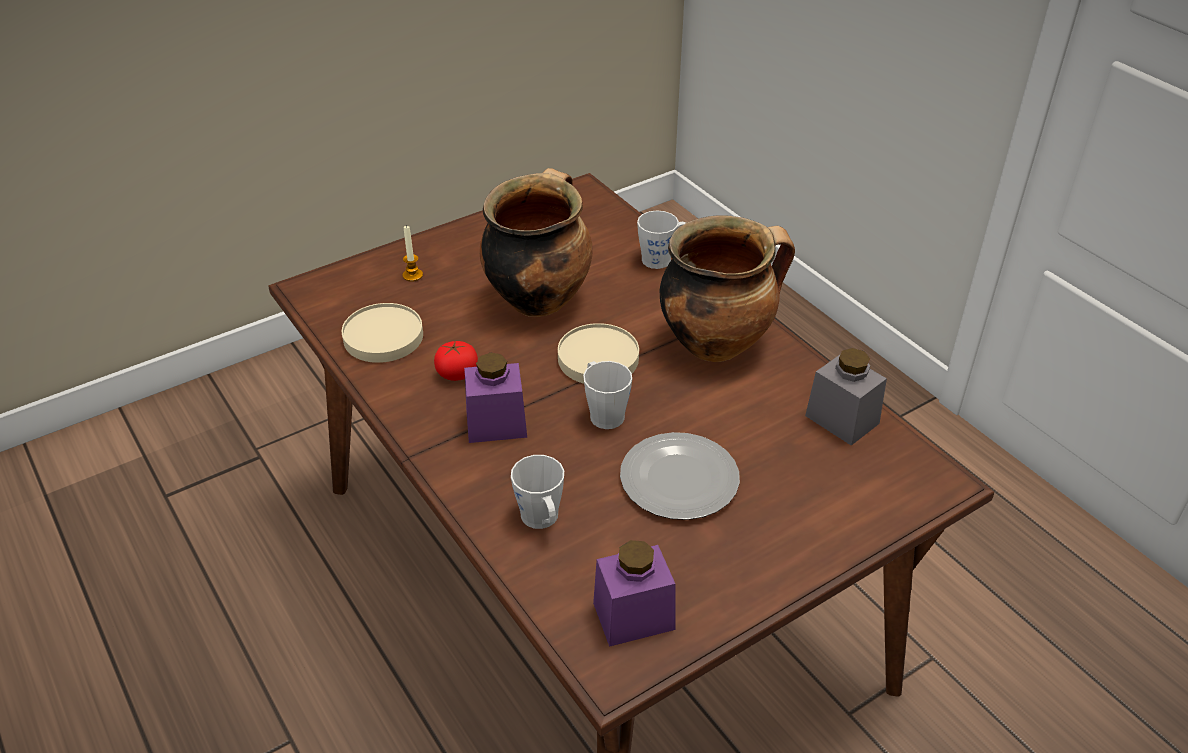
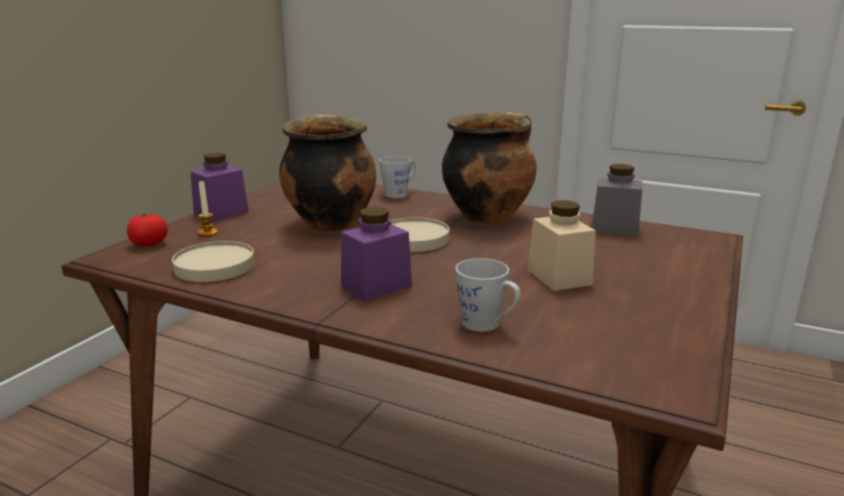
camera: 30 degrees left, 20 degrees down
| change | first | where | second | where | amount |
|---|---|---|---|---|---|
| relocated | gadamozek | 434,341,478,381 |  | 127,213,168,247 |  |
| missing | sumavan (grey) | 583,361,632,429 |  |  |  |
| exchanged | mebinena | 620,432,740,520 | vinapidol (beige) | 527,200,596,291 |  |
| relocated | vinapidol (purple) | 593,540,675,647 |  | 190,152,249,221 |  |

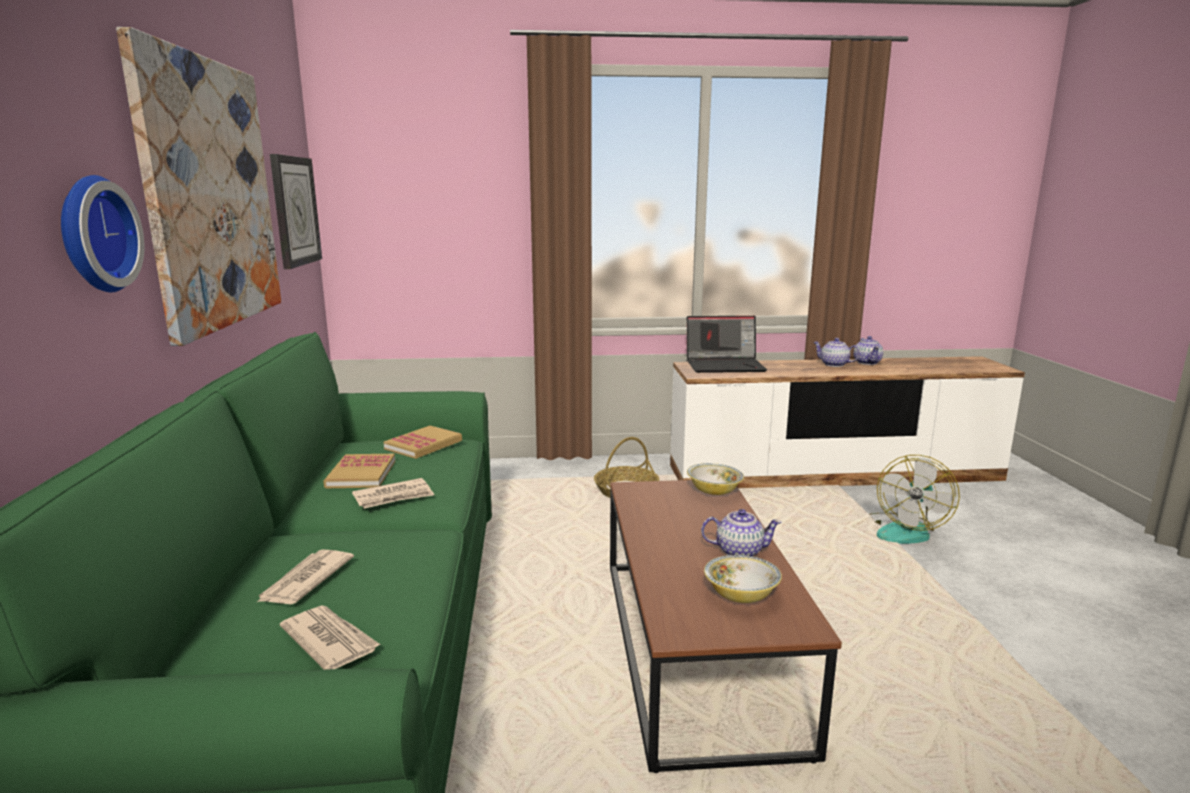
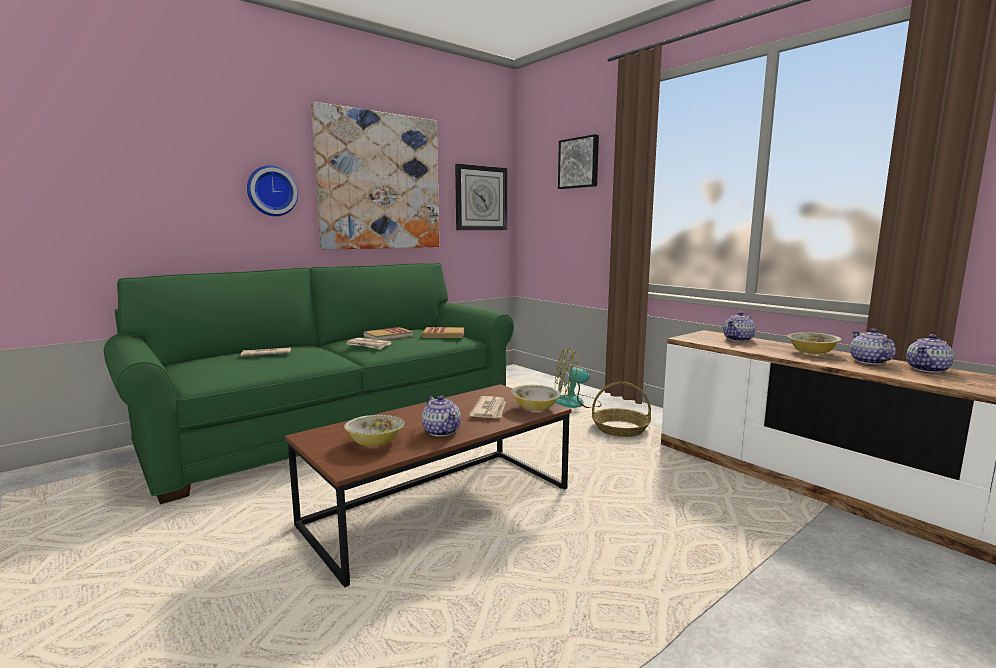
camera: 55 degrees right, 5 degrees down
| change | first | where | second | where | amount |
|---|---|---|---|---|---|
| exchanged | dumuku | 687,316,767,373 | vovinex | 724,312,755,342 |  |
| relocated | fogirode | 869,455,960,544 |  | 555,348,602,408 |  |
| relocated | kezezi | 280,605,381,670 |  | 469,396,506,418 |  |
| appeared |  |  | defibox | 558,134,599,189 |  |
| appeared |  |  | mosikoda | 787,332,842,354 |  |

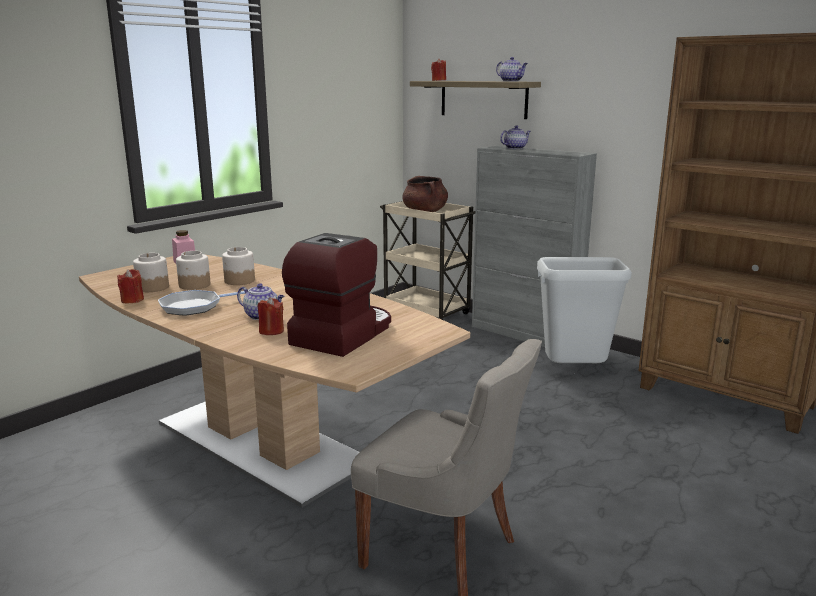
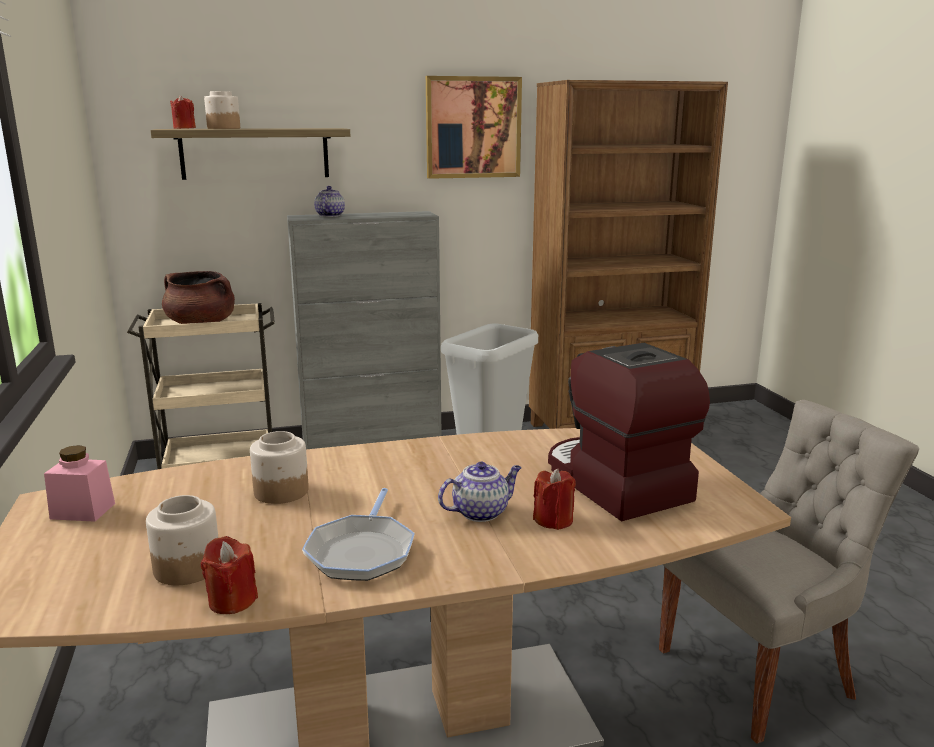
camera: 55 degrees left, 0 degrees up
| change | first | where | second | where | amount |
|---|---|---|---|---|---|
| missing | vovinex | 496,57,528,82 |  |  |  |
| relocated | vinapidol | 176,251,210,290 |  | 204,91,240,129 |  |
| appeared |  |  | defibox | 426,76,522,179 |  |

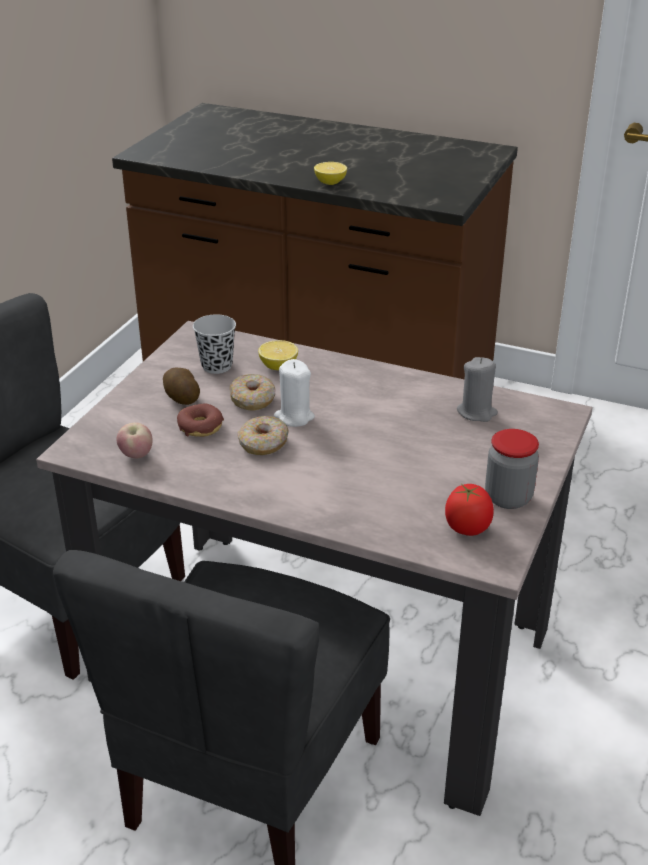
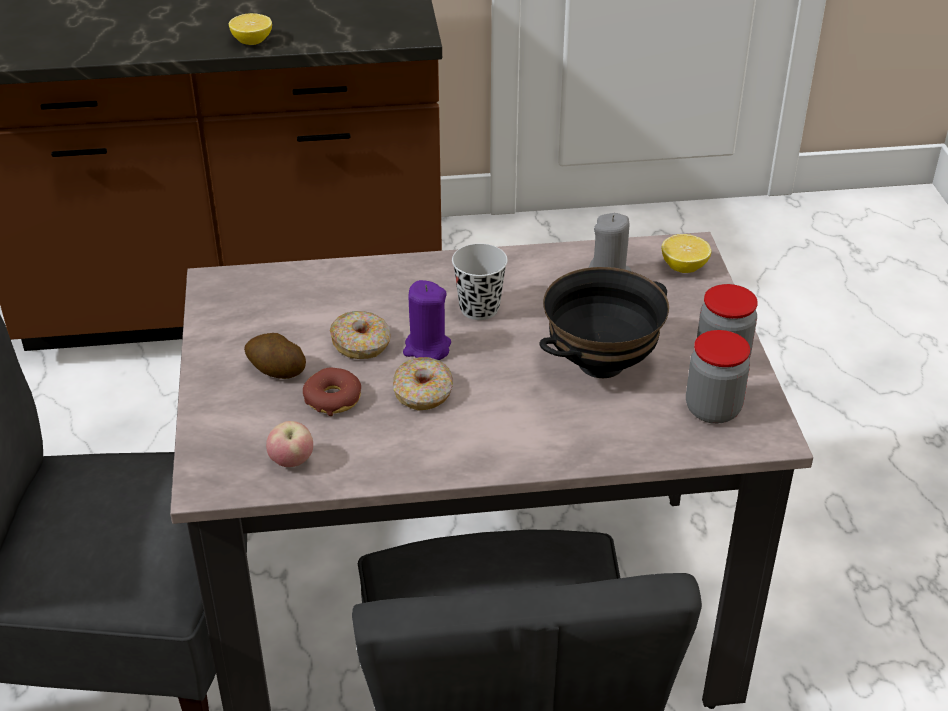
camera: 30 degrees left, 5 degrees up
| change | first | where | second | where | amount |
|---|---|---|---|---|---|
| relocated | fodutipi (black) | 193,314,236,374 |  | 452,244,508,320 |  |
| relocated | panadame | 258,340,298,370 |  | 662,234,711,273 |  |
| colour | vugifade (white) | 274,359,315,427 | vugifade (purple) | 403,280,451,360 |  |
| exchanged | gadamozek | 445,484,494,536 | vinapidol | 686,330,750,424 |  |
| appeared |  |  | mosikoda (black) | 540,267,669,378 |  |

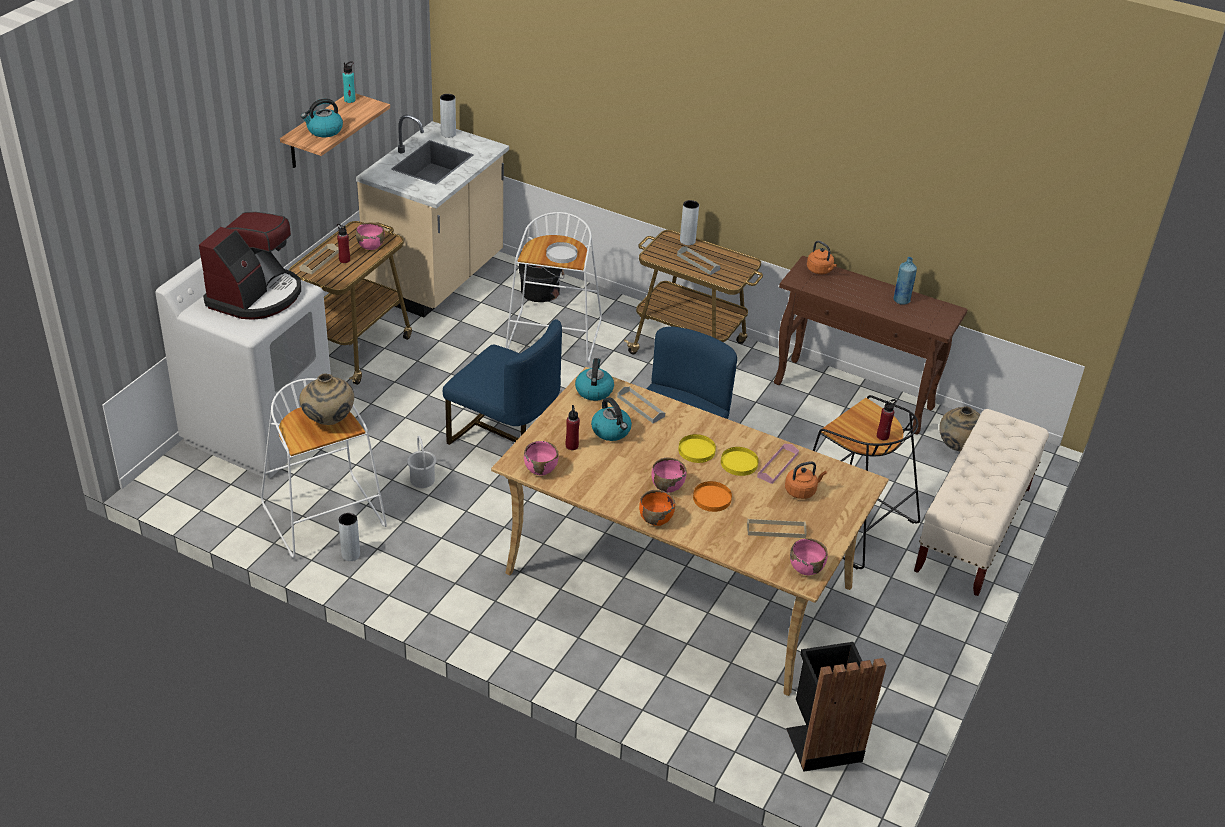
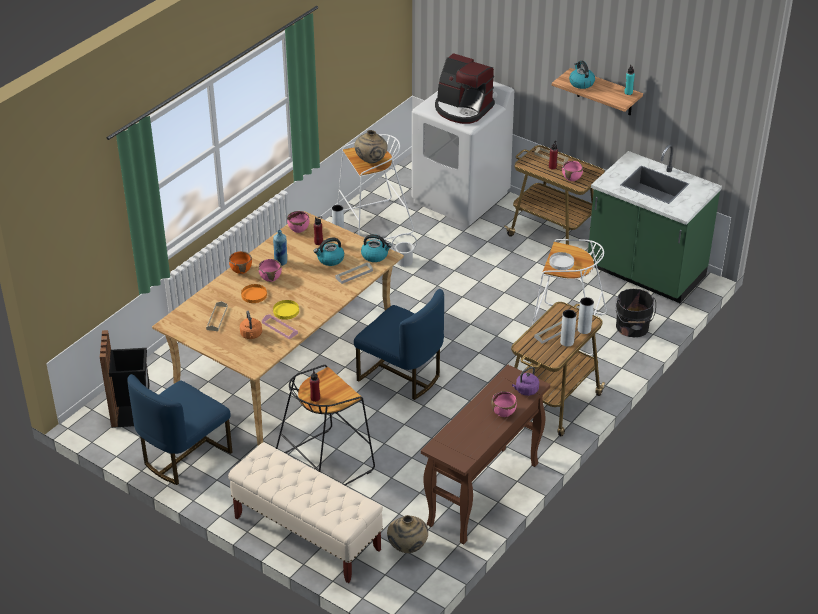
camera: 100 degrees right, 0 degrees up
| change | first | where | second | where | amount |
|---|---|---|---|---|---|
| relocated | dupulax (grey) | 440,94,456,138 |  | 560,310,577,347 |  |
| colour | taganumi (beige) | 356,115,509,317 | taganumi (green) | 588,144,722,303 |  |
| colour | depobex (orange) | 807,241,837,274 | depobex (purple) | 512,367,539,396 |  |
| relocated | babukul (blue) | 894,257,917,305 |  | 273,230,287,266 |  |
| relocated | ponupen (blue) | 443,319,562,445 |  | 128,374,232,485 |  |
| missing | mebinena (yellow) | 678,434,716,463 |  |  |  |
| relocated | mosikoda (pink) | 790,538,828,576 |  | 491,391,517,417 |  |

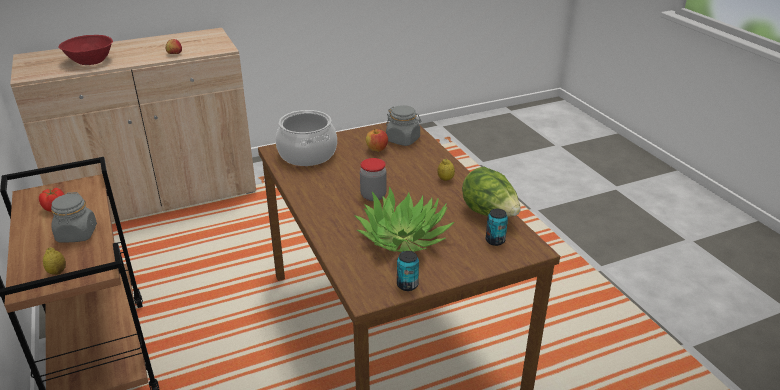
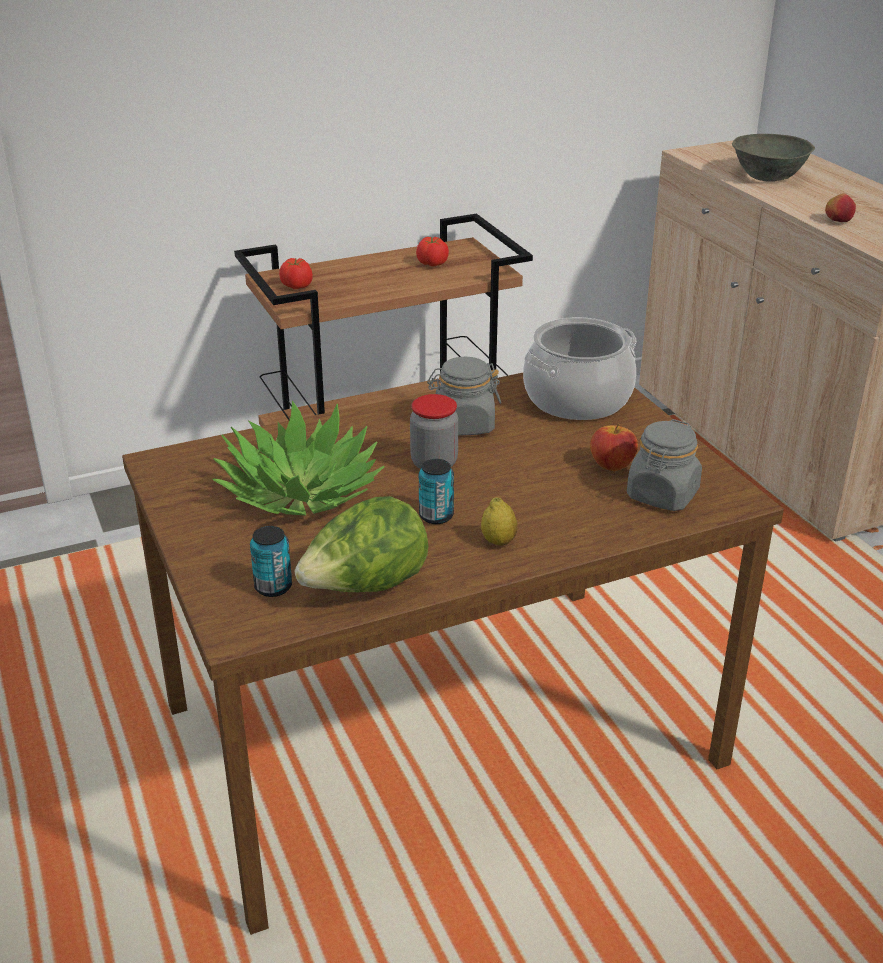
camera: 90 degrees right, 0 degrees up
| change | first | where | second | where | amount |
|---|---|---|---|---|---|
| colour | mosikoda (red) | 58,35,113,65 | mosikoda (grey) | 732,134,815,182 |  |
| relocated | vinapidol (grey) | 51,192,97,242 |  | 427,357,501,435 |  |
| exchanged | panadame | 43,247,66,275 | gadamozek | 279,258,313,289 |  |
| relocated | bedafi | 397,251,419,291 |  | 419,459,454,524 |  |

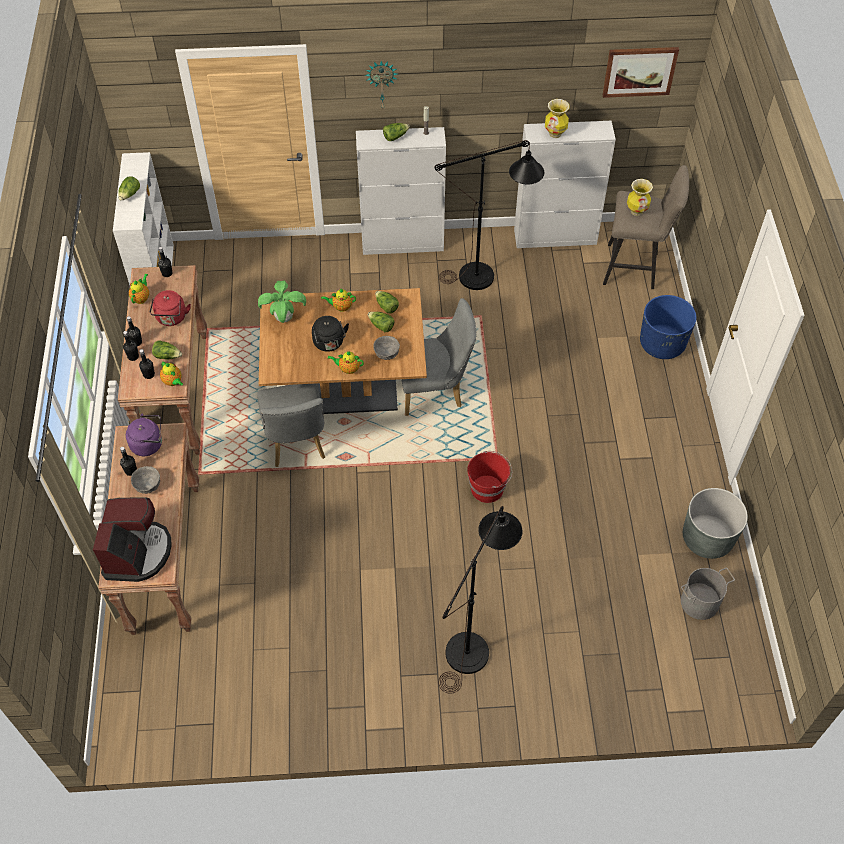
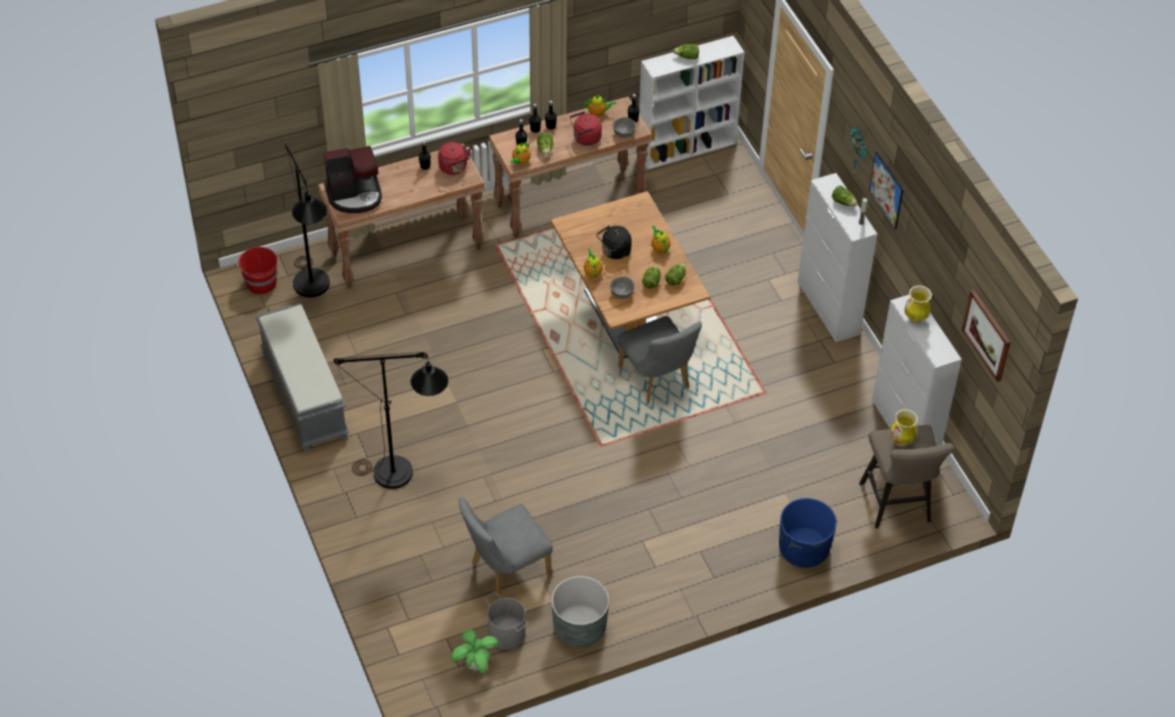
camera: 70 degrees right, 5 degrees down
| change | first | where | second | where | amount |
|---|---|---|---|---|---|
| relocated | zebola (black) | 434,140,544,290 |  | 285,143,330,297 |  |
| relocated | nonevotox | 258,281,306,323 |  | 451,629,499,674 |  |
| relocated | ponupen (grey) | 257,383,325,467 |  | 458,497,553,599 |  |
| colour | depobex (purple) | 126,414,162,456 | depobex (red) | 438,142,471,175 |  |
| relocated | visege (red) | 467,451,512,503 |  | 239,247,279,294 |  |
| relocated | mosikoda (grey) | 131,466,160,494 |  | 613,117,636,138 |  |
| appeared |  |  | defibox | 869,151,903,229 |  |
| appeared |  |  | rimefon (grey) | 255,303,349,451 |  |

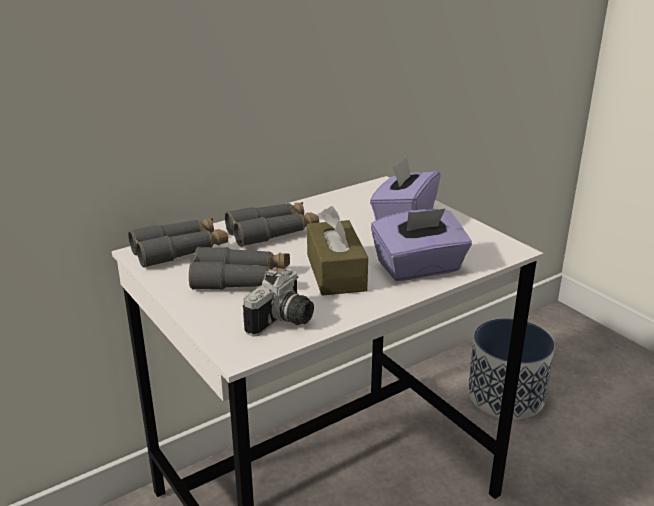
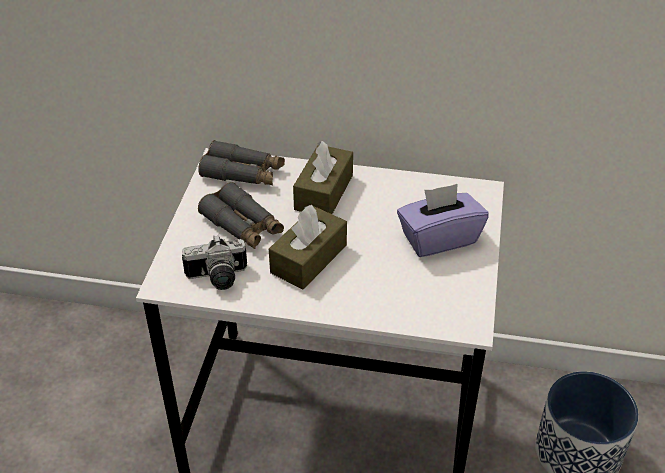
camera: 45 degrees right, 15 degrees up
| change | first | where | second | where | amount |
|---|---|---|---|---|---|
| exchanged | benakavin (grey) | 225,202,319,247 | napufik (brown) | 293,141,353,214 |  |
| missing | napufik (purple) | 371,208,472,281 |  |  |  |

